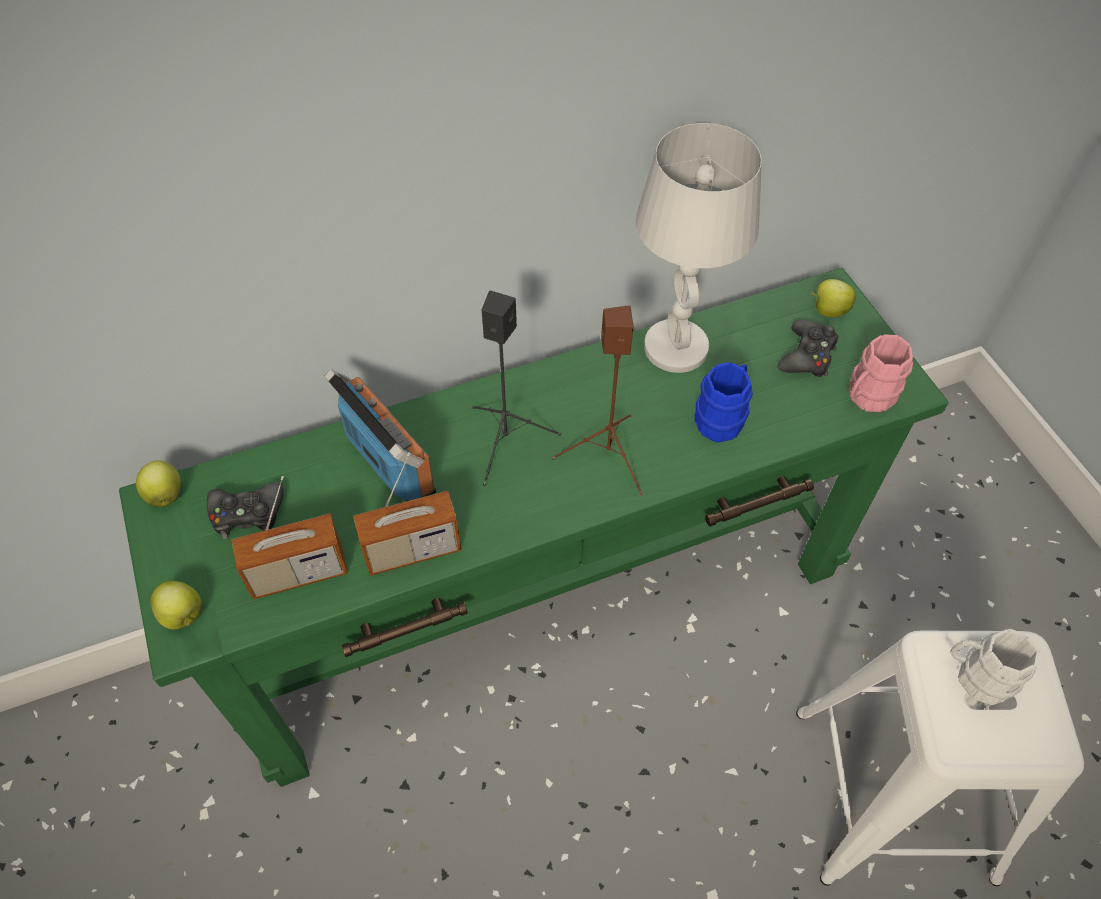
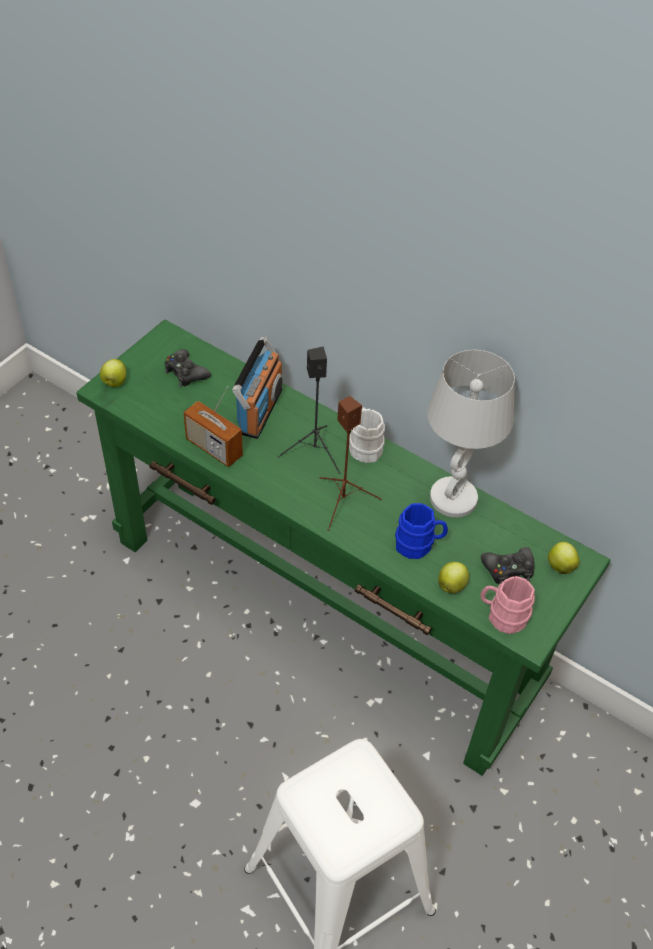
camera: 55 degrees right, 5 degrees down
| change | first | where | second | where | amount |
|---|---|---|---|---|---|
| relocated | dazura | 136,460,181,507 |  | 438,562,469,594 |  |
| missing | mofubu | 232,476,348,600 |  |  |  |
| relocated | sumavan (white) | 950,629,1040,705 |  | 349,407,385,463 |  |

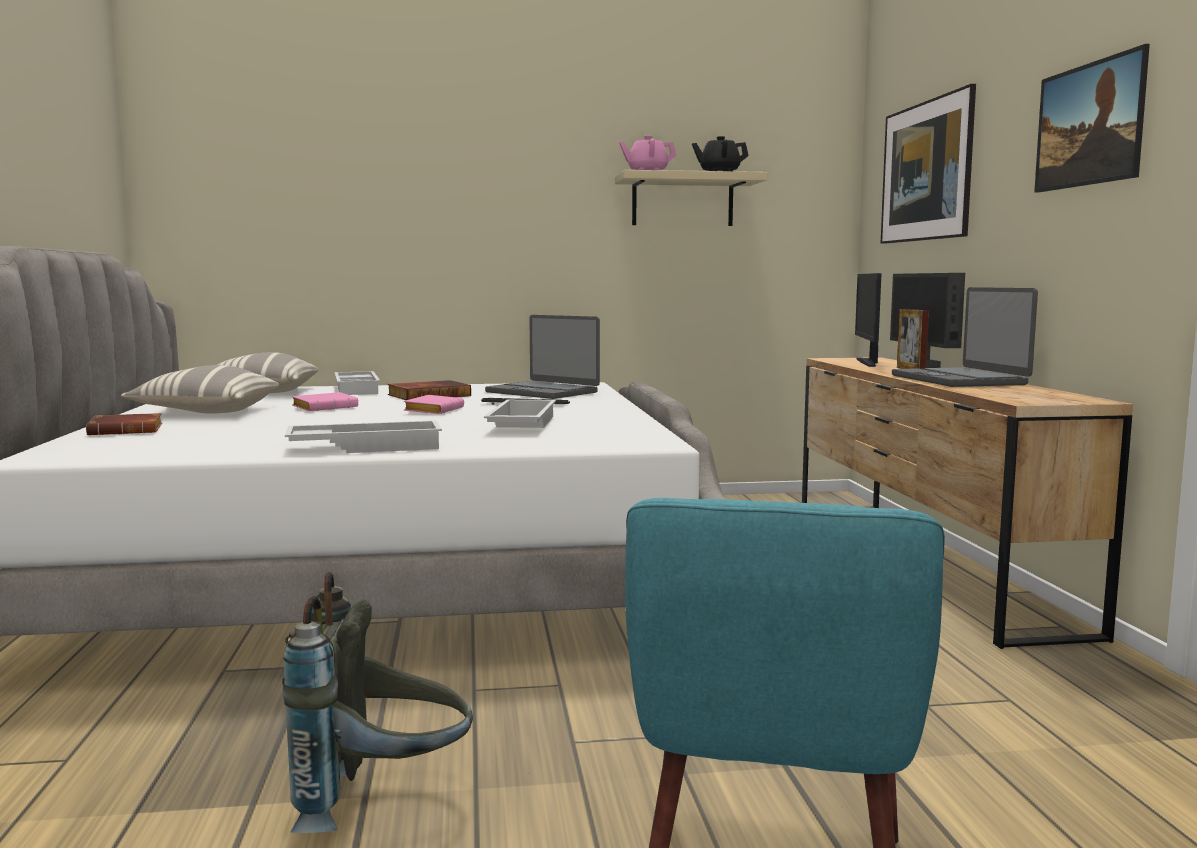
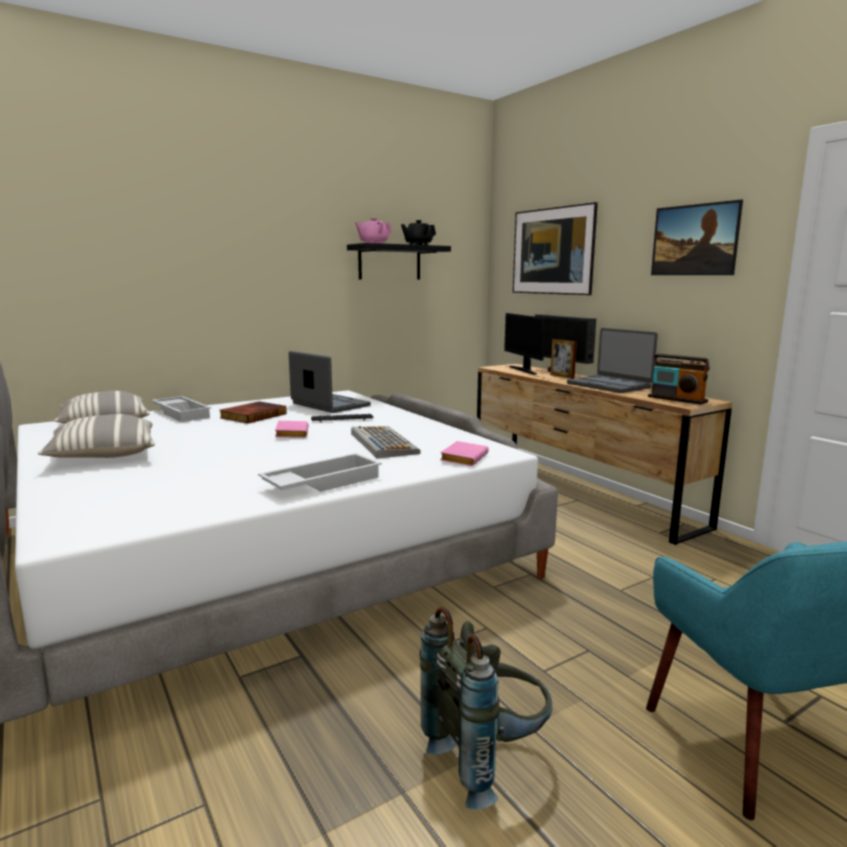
camera: 25 degrees left, 5 degrees up
| change | first | where | second | where | amount |
|---|---|---|---|---|---|
| colour | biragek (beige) | 615,170,768,226 | biragek (black) | 347,243,451,279 |  |
| spun | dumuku | 485,315,600,399 |  | 289,351,371,413 | 150 degrees counterclockwise |
| relocated | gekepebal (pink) | 292,392,358,411 |  | 440,441,489,466 |  |
| exchanged | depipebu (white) | 484,400,556,428 | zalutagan | 351,426,421,458 |  |
| missing | gekepebal (brown) | 86,413,162,435 |  |  |  |
| appeared |  |  | mofubu | 648,353,710,405 |  |

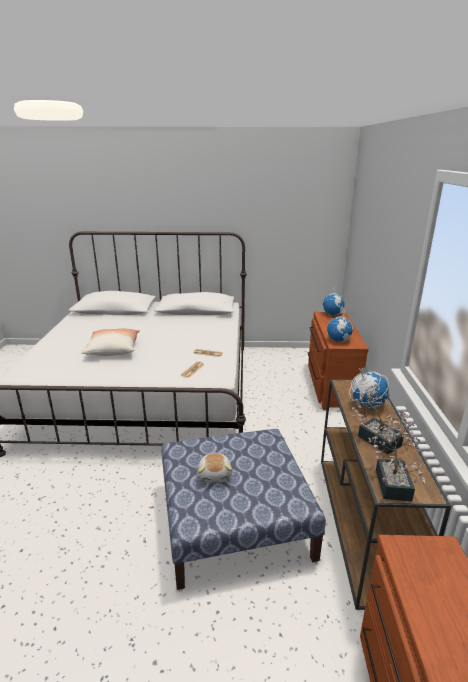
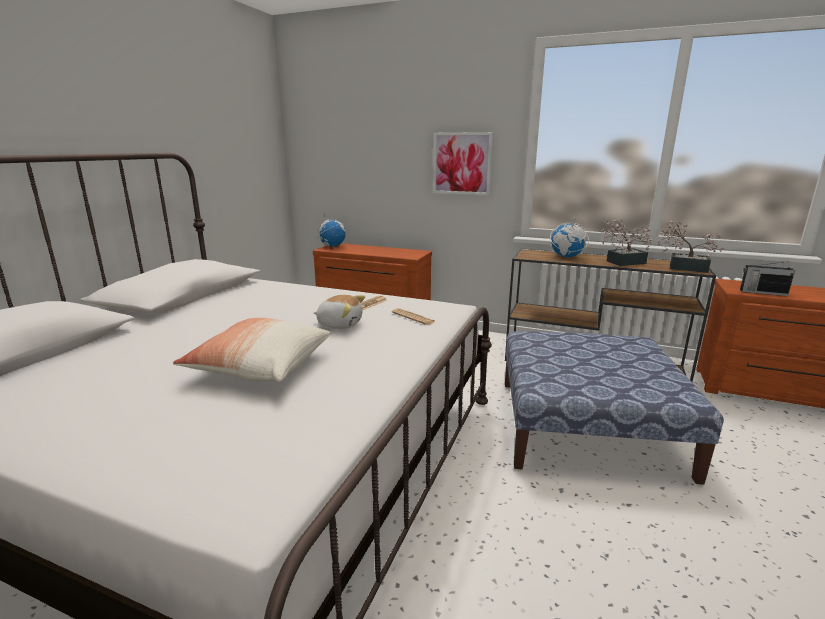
camera: 70 degrees left, 5 degrees down
| change | first | where | second | where | amount |
|---|---|---|---|---|---|
| missing | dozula | 327,309,354,342 |  |  |  |
| relocated | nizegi | 198,453,233,483 |  | 314,295,365,329 |  |
| appeared |  |  | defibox | 433,132,493,195 |  |
| appeared |  |  | mofubu | 740,261,795,296 |  |

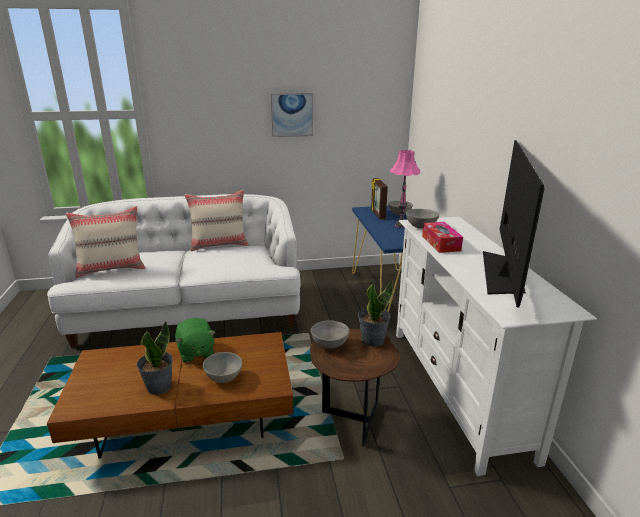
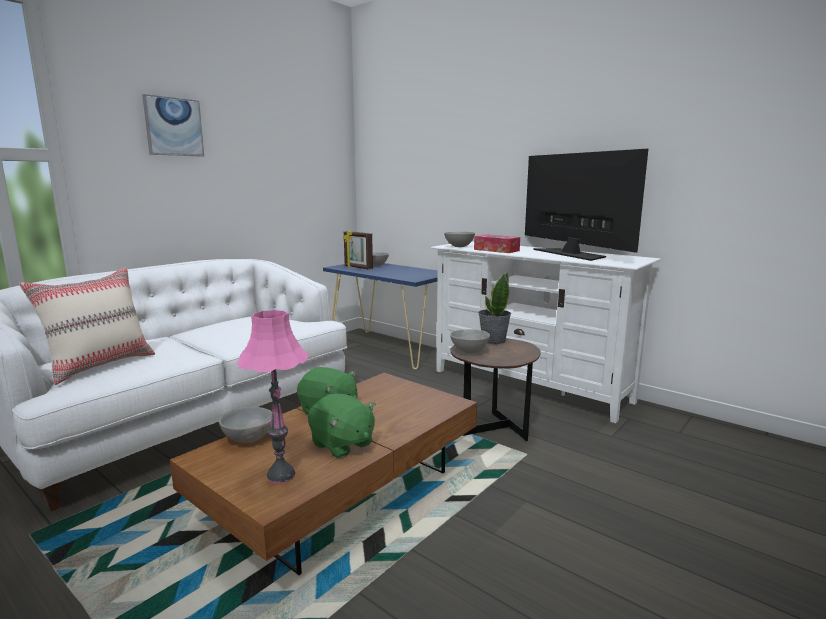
camera: 40 degrees left, 10 degrees down
| change | first | where | second | where | amount |
|---|---|---|---|---|---|
| relocated | defibox | 271,93,313,137 |  | 142,94,204,157 |  |
| relocated | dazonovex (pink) | 390,150,420,228 |  | 237,310,309,483 |  |
| missing | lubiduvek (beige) | 185,190,249,251 |  |  |  |
| exchanged | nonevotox | 136,321,173,395 | nizegi (green) | 308,393,376,458 |  |
| relocated | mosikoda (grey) | 203,352,243,383 |  | 219,407,272,443 |  |

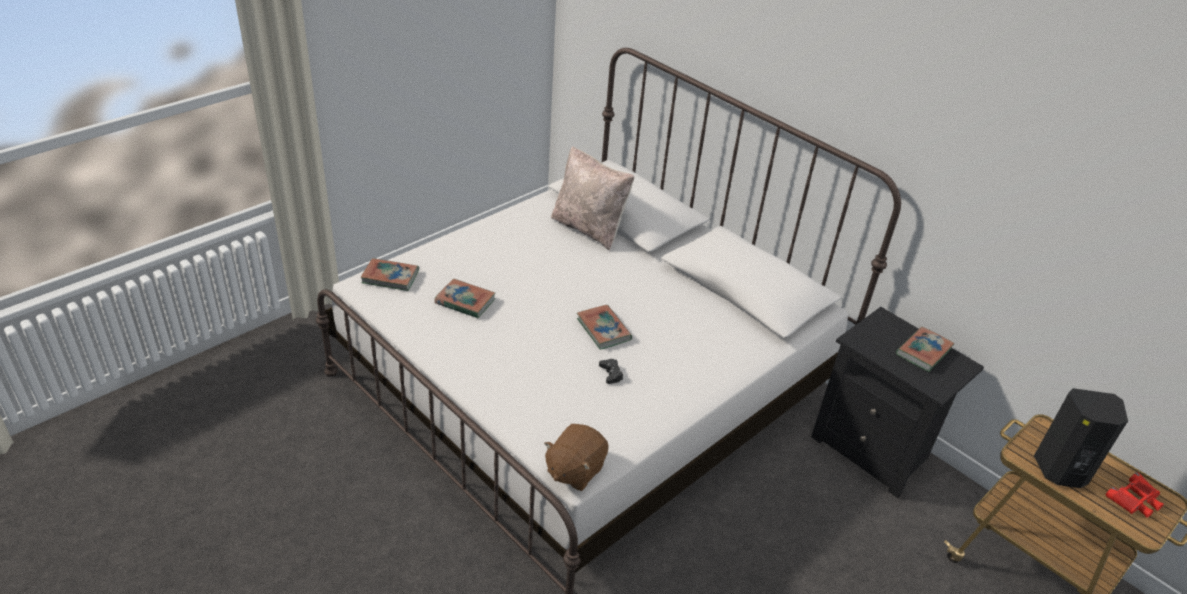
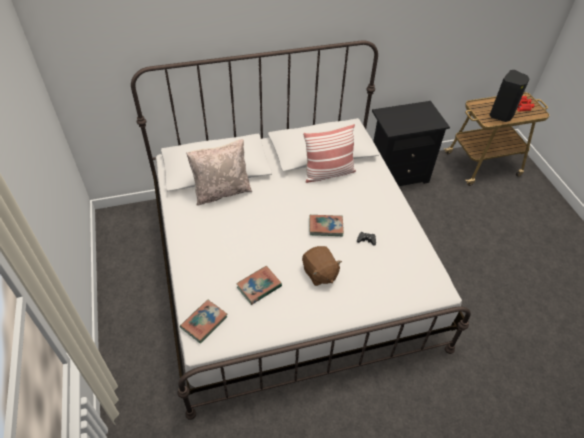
camera: 60 degrees left, 10 degrees up
| change | first | where | second | where | amount |
|---|---|---|---|---|---|
| missing | gekepebal | 896,327,955,372 |  |  |  |
| relocated | nizegi (brown) | 544,424,609,491 |  | 302,246,342,286 |  |
| appeared |  |  | lubiduvek | 303,124,356,183 |  |

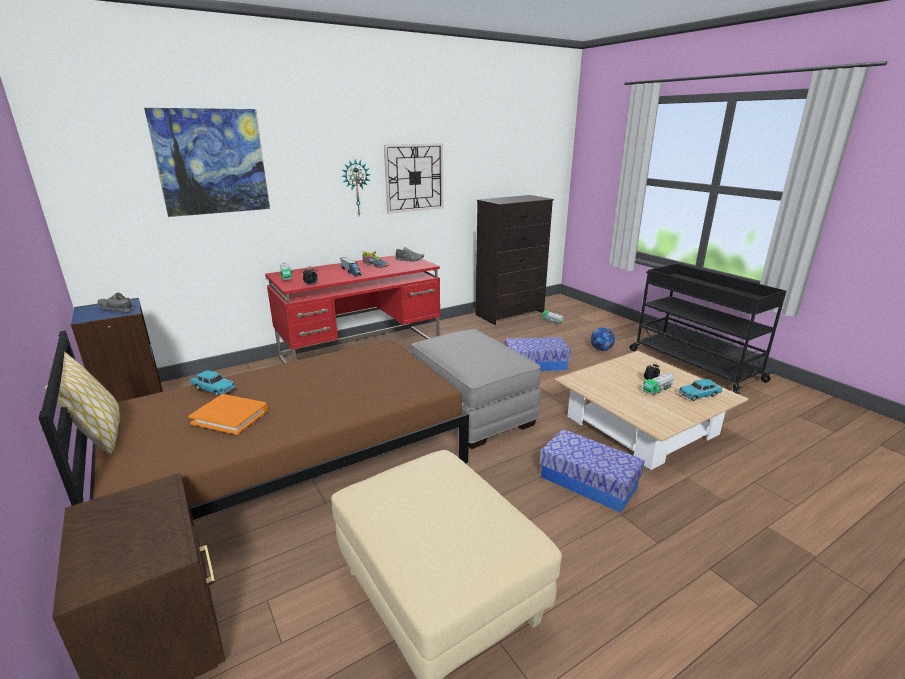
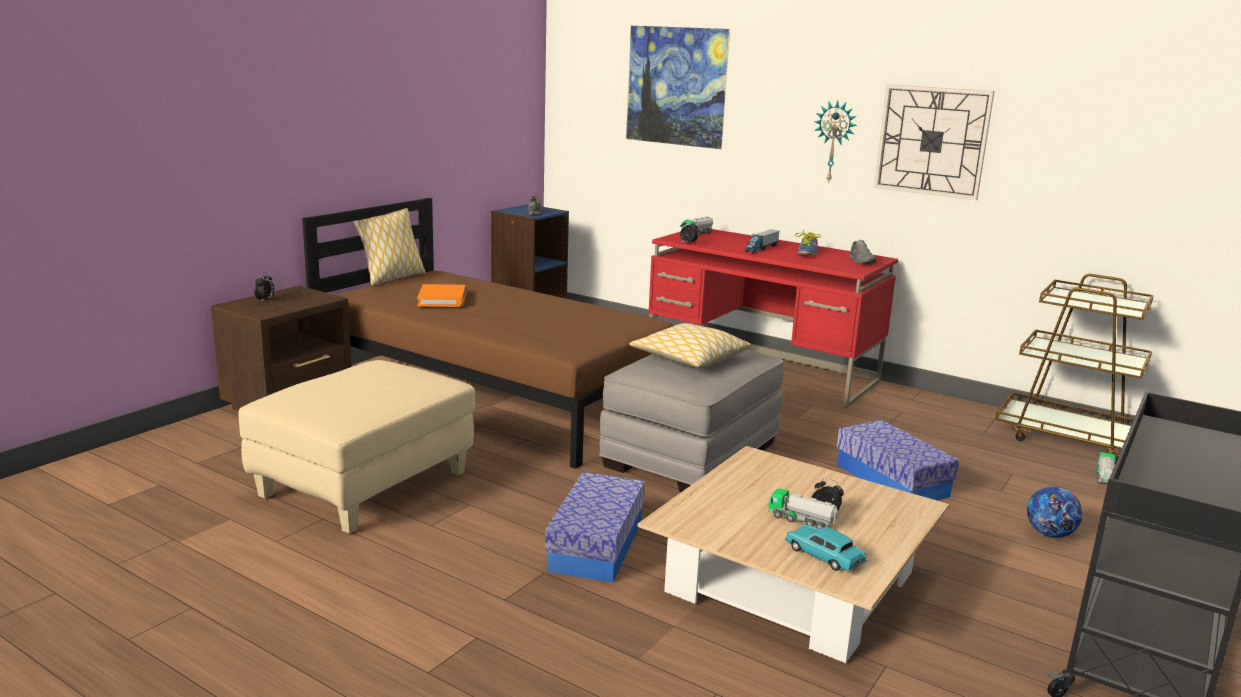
camera: 65 degrees right, 5 degrees down
| change | first | where | second | where | amount |
|---|---|---|---|---|---|
| exchanged | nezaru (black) | 475,195,554,325 | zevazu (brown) | 995,274,1154,464 |  |
| missing | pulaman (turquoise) | 190,371,236,397 |  |  |  |
| appeared |  |  | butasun | 254,273,274,301 |  |
| appeared |  |  | lubiduvek | 629,323,752,368 |  |

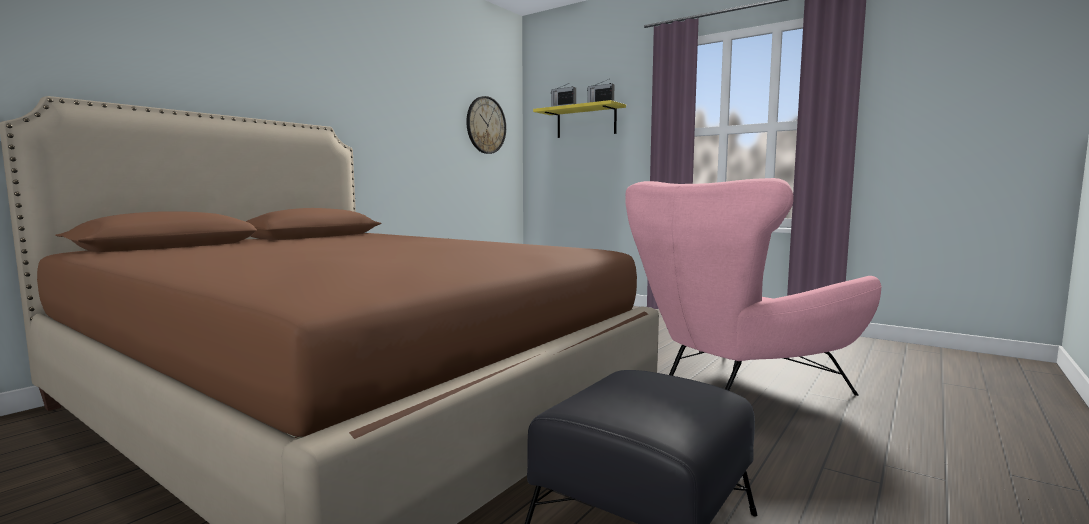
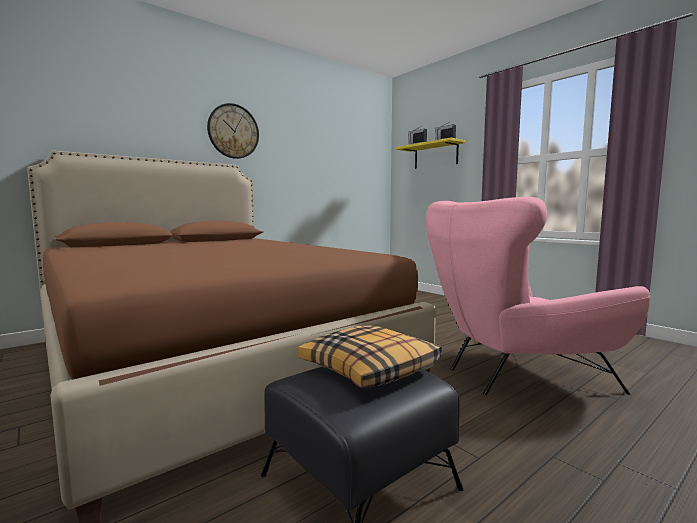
camera: 15 degrees right, 0 degrees up
| change | first | where | second | where | amount |
|---|---|---|---|---|---|
| relocated | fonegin | 466,96,506,154 |  | 207,103,259,159 |  |
| appeared |  |  | lubiduvek | 298,326,442,389 |  |

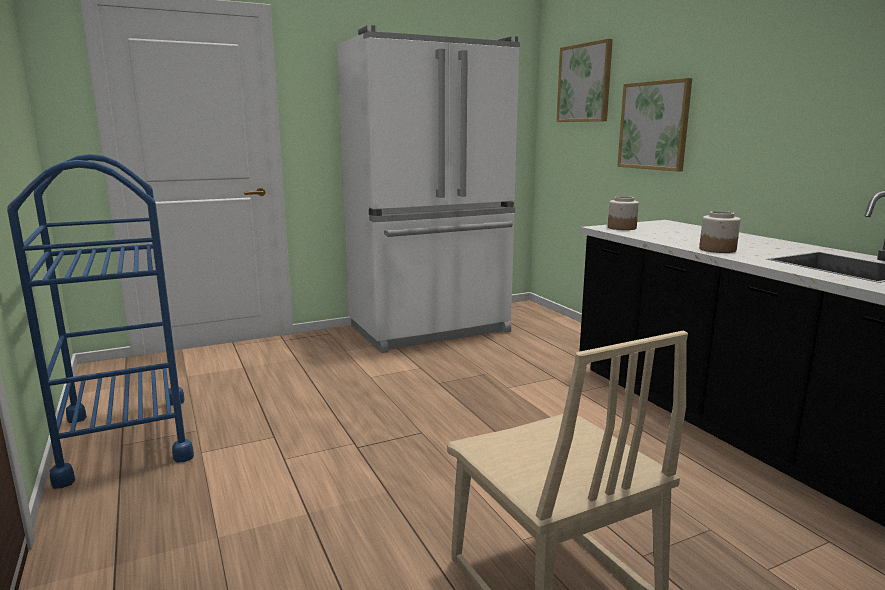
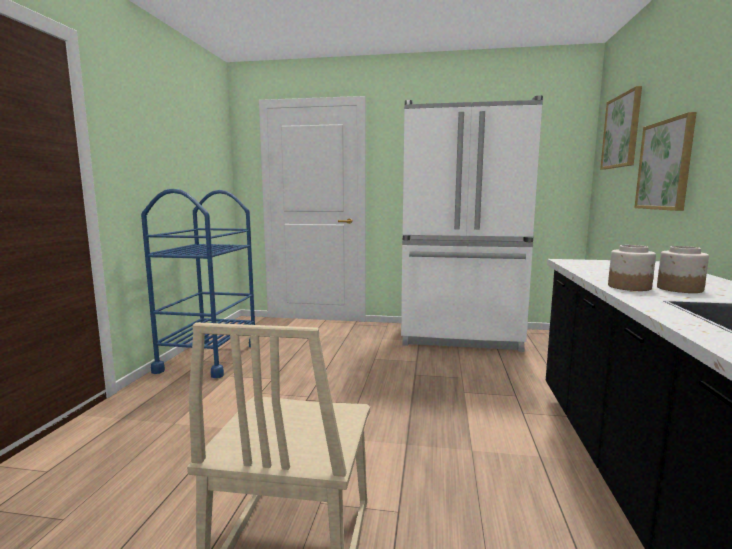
camera: 35 degrees right, 5 degrees down
| change | first | where | second | where | amount |
|---|---|---|---|---|---|
| relocated | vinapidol | 608,196,639,230 |  | 657,246,709,293 |  |

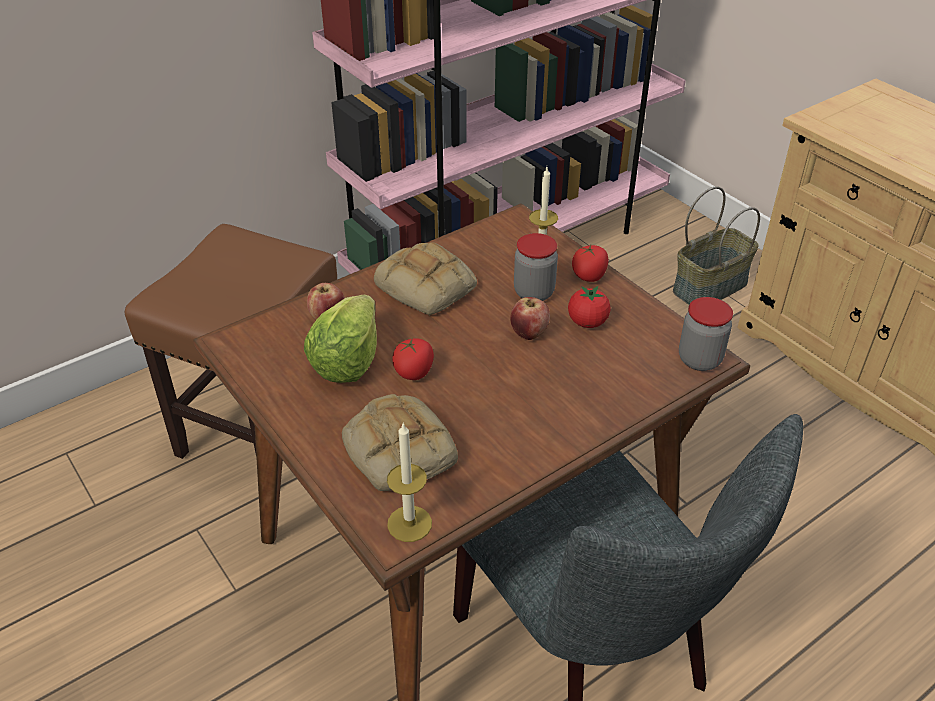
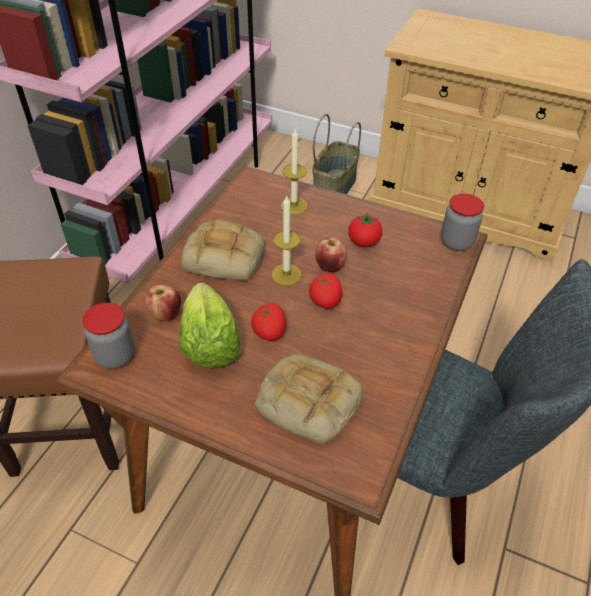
camera: 30 degrees left, 5 degrees up
| change | first | where | second | where | amount |
|---|---|---|---|---|---|
| relocated | vinapidol | 514,233,558,301 |  | 82,303,135,369 |  |
| relocated | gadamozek | 572,245,609,282 |  | 309,273,342,309 |  |
| relocated | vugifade | 387,423,432,542 |  | 271,196,302,286 |  |

